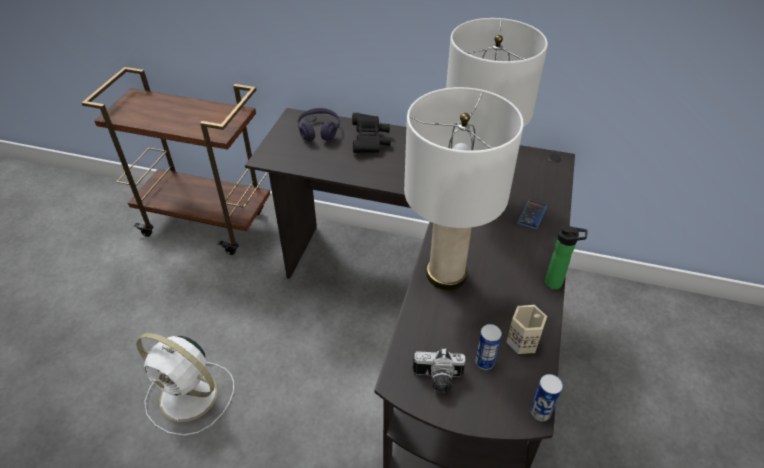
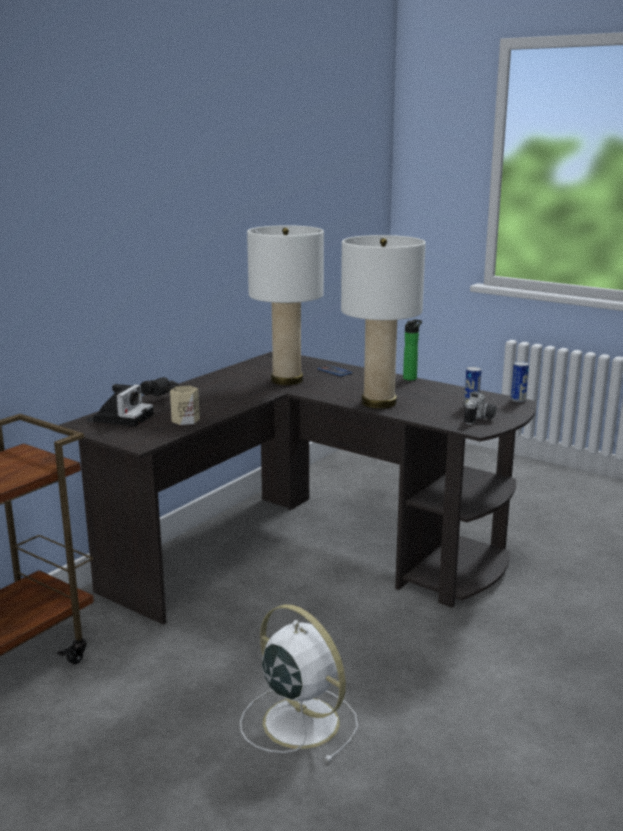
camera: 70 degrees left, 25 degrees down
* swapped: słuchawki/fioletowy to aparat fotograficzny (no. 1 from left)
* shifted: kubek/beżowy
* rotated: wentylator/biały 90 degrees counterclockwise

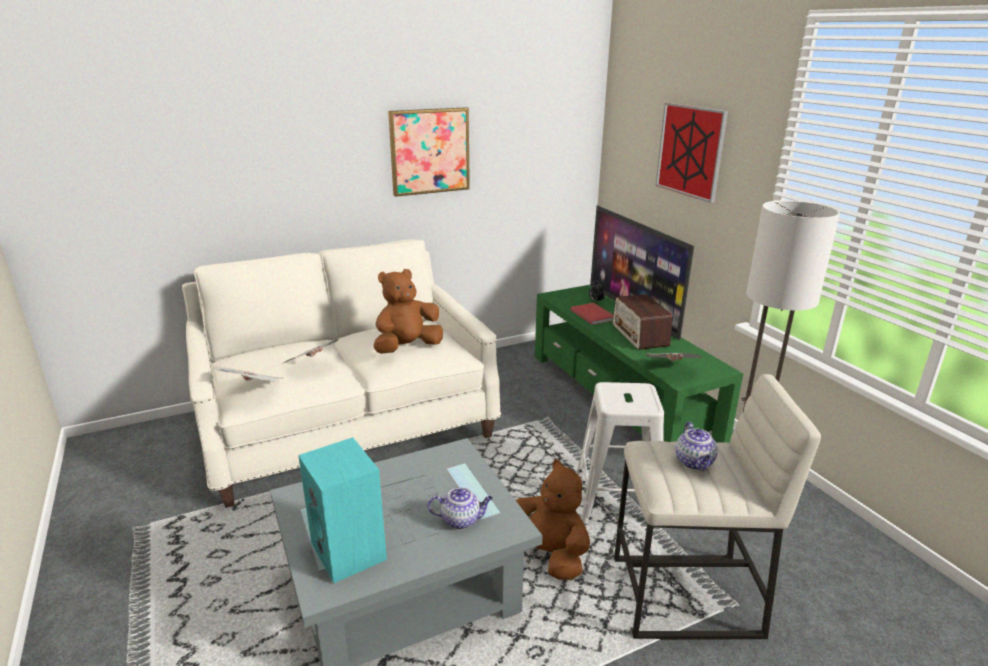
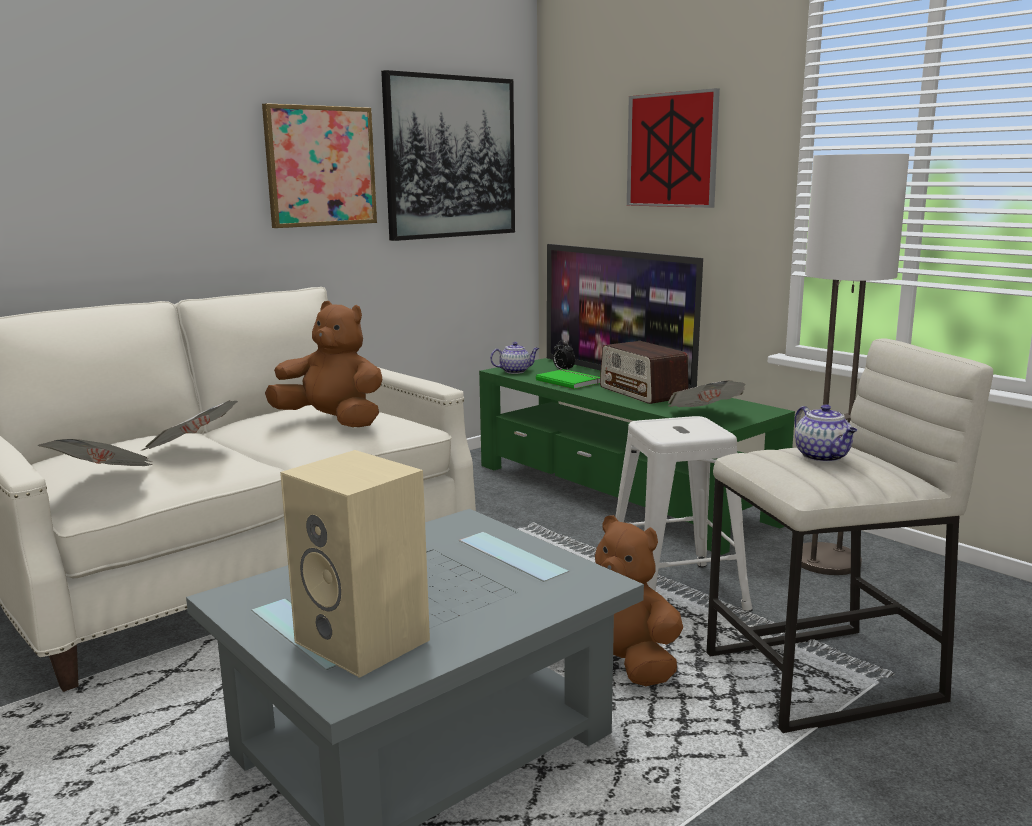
camera: 15 degrees left, 10 degrees down
* rotated: pluszak/brązowy (no. 1 from left) 75 degrees clockwise
* repainted: głośnik/turkusowy to głośnik/beżowy
* new: obraz (no. 2 from left)
* shifted: imbryk (no. 1 from left)
* repainted: książka/czerwony to książka/zielony

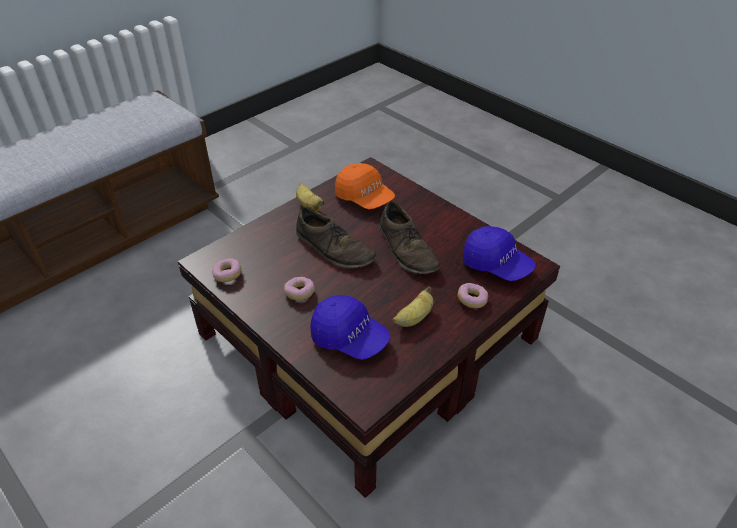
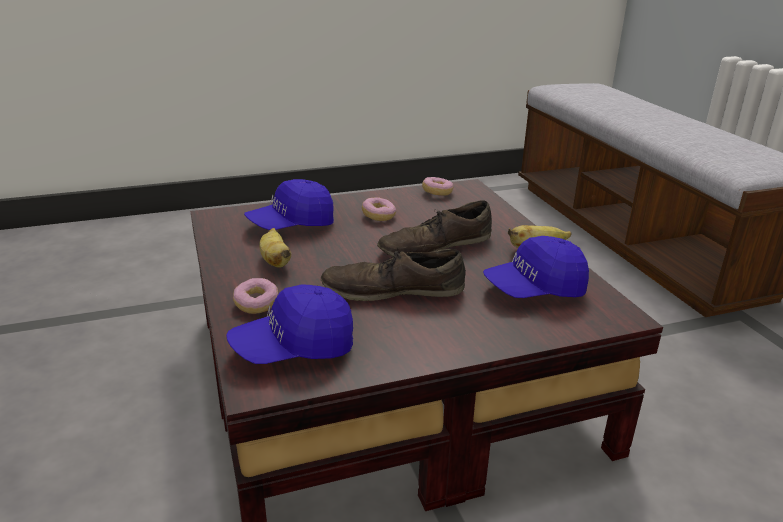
camera: 115 degrees right, 15 degrees down
* repainted: czapka z daszkiem/pomarańczowy to czapka z daszkiem/niebieski (no. 3 from left)

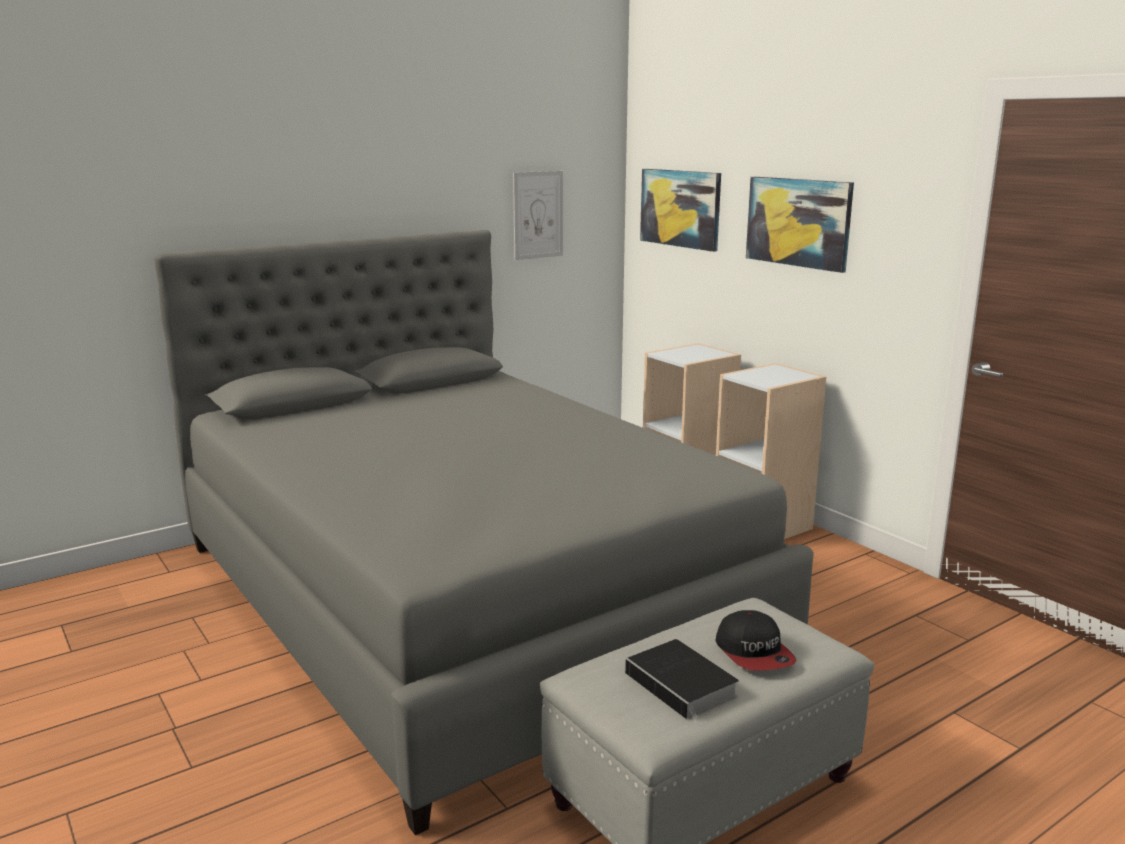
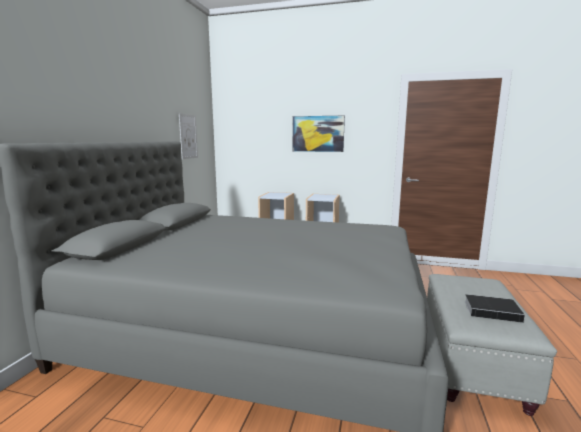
camera: 40 degrees left, 5 degrees down
* gone: obraz (no. 2 from left)
* gone: czapka z daszkiem

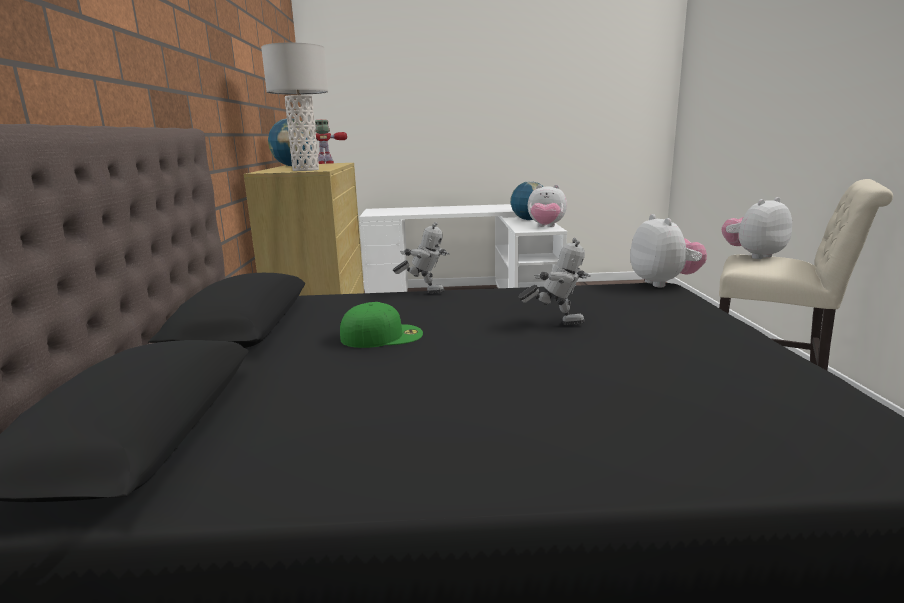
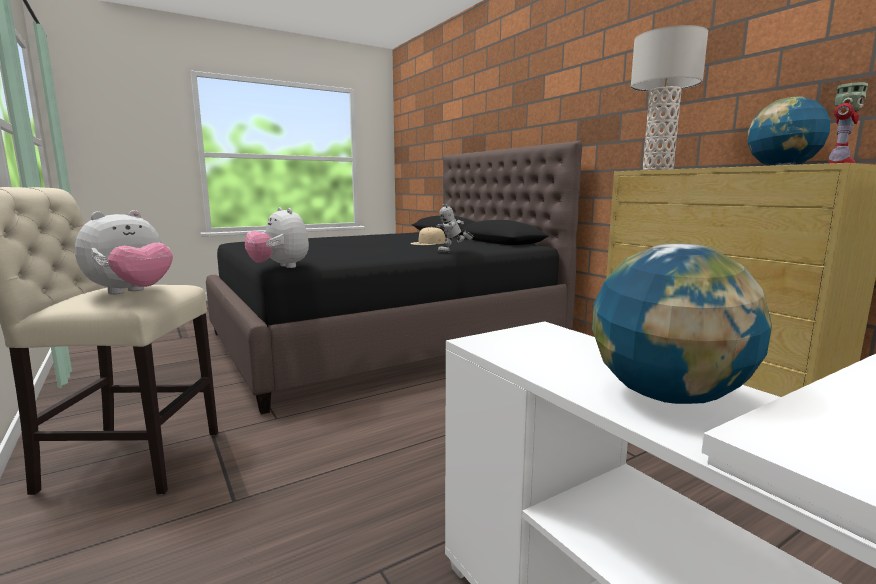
camera: 150 degrees right, 5 degrees down
* repainted: czapka z daszkiem/zielony to czapka z daszkiem/beżowy
* gone: robot zabawkowy (no. 3 from left)
* gone: pluszak (no. 1 from left)

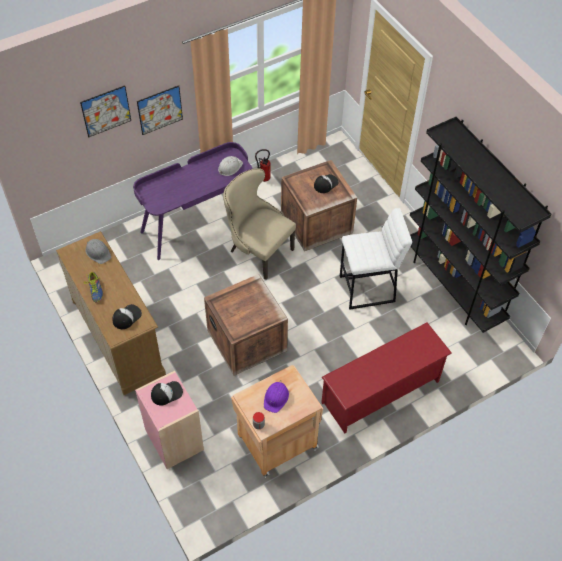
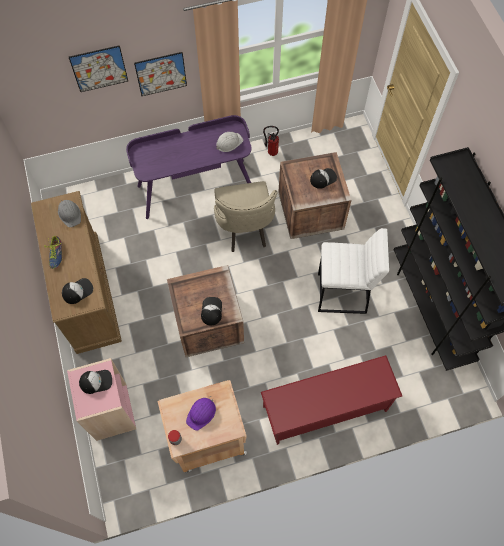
camera: 15 degrees right, 10 degrees up
* new: czapka z daszkiem (no. 3 from left)
* rotated: krzesło/beżowy 150 degrees counterclockwise

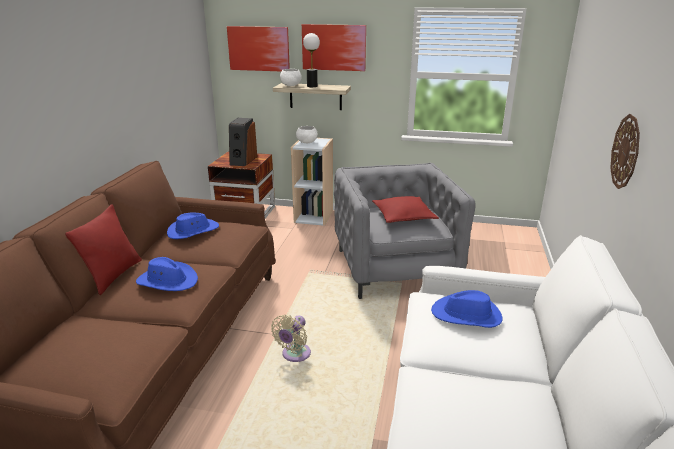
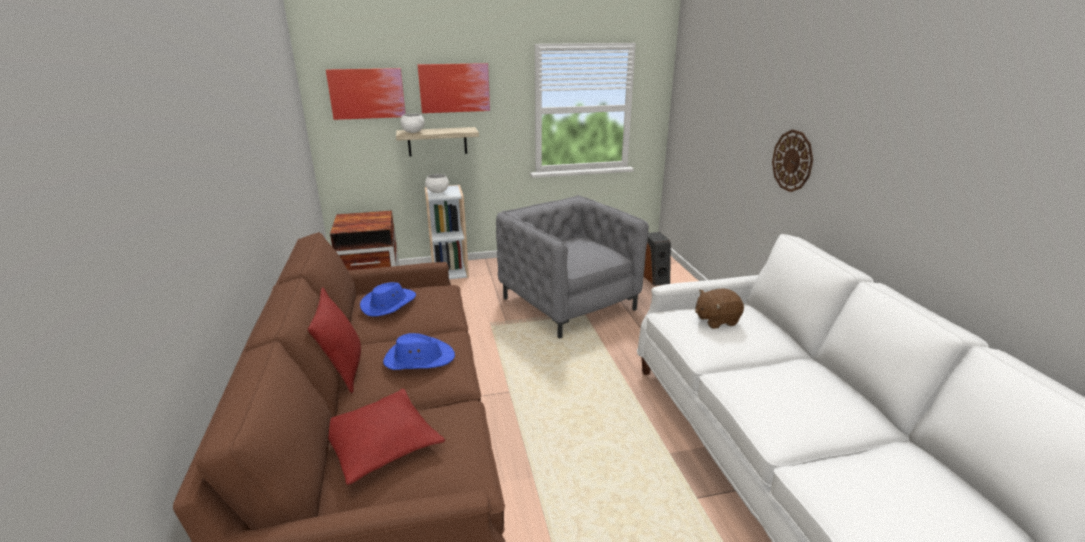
camera: 25 degrees left, 0 degrees up
* shifted: poduszka/czerwony (no. 2 from left)
* shifted: głośnik
* swapped: kapelusz/niebieski (no. 3 from left) to pluszak/brązowy
* gone: wentylator/beżowy
* gone: lampa stołowa

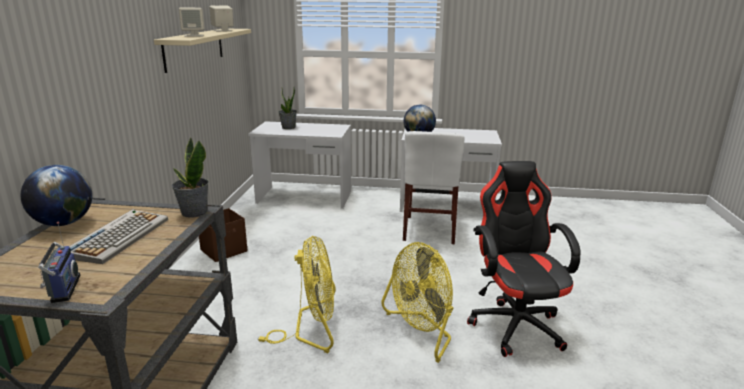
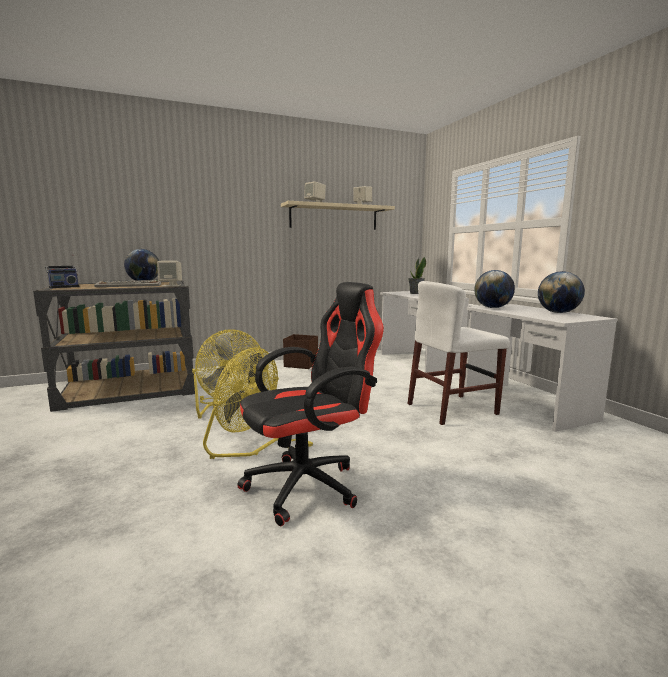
camera: 60 degrees right, 10 degrees down
* swapped: roślina doniczkowa (no. 1 from left) to głośnik/beżowy (no. 1 from left)
* new: globus (no. 3 from left)

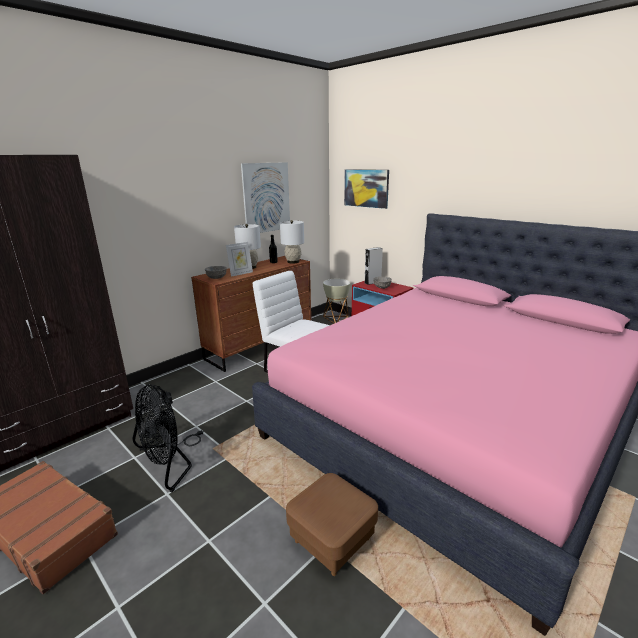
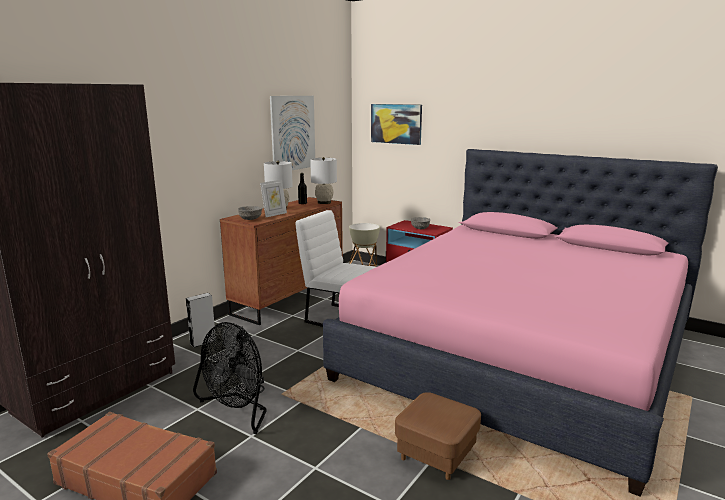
camera: 10 degrees left, 5 degrees down
* shifted: głośnik/szary

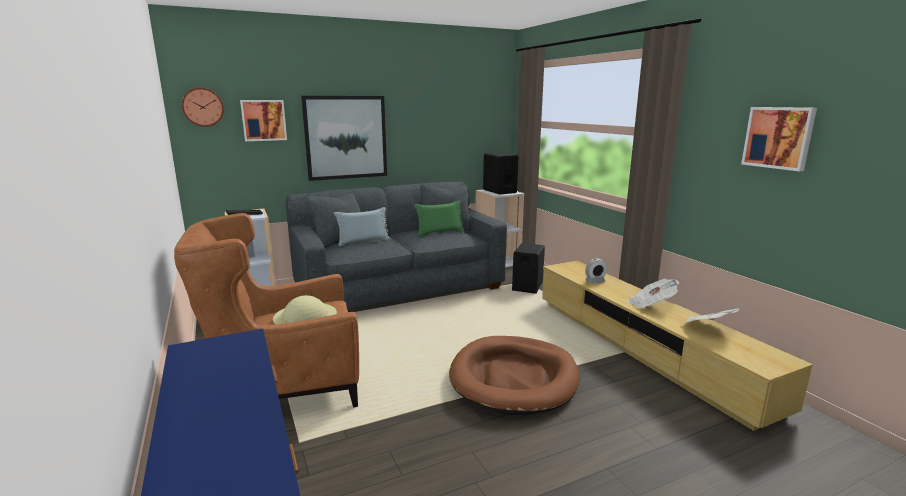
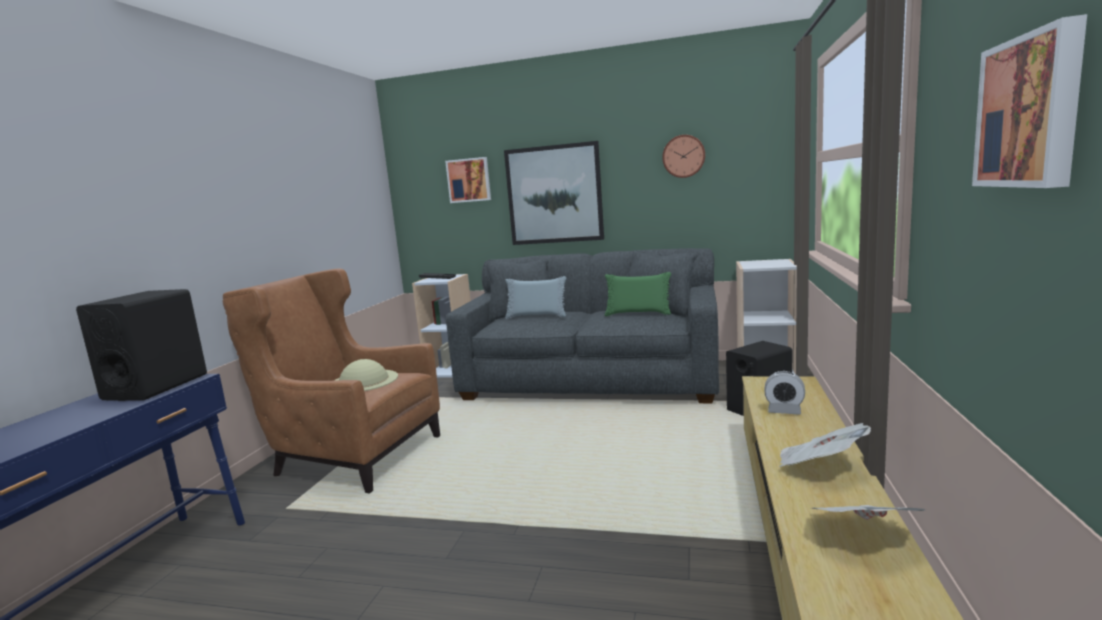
camera: 40 degrees right, 5 degrees down
* shifted: głośnik/czarny (no. 1 from left)
* shifted: zegar ścienny
* gone: legowisko/brązowy

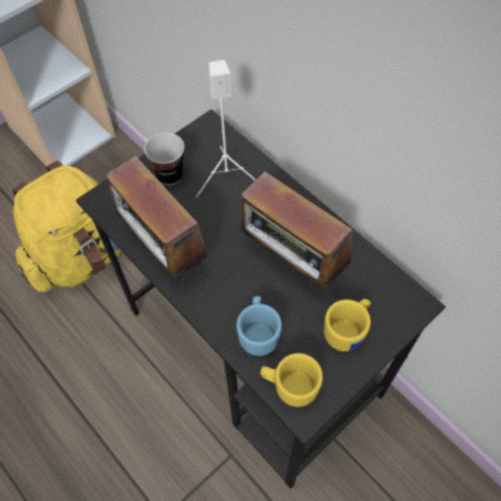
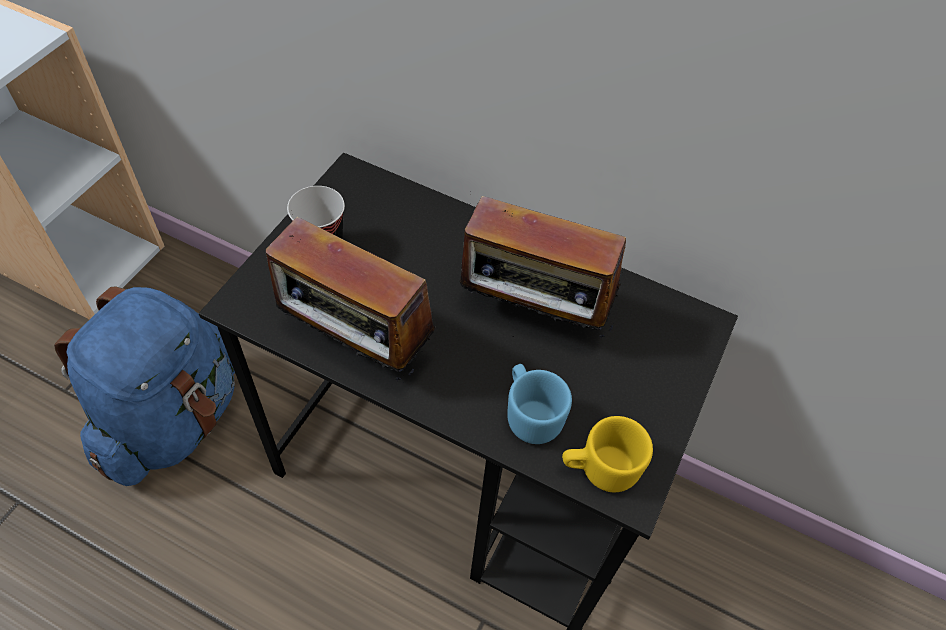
camera: 25 degrees left, 5 degrees down
* repainted: plecak/żółty to plecak/niebieski
* gone: głośnik/biały
* gone: kubek/żółty (no. 2 from left)

